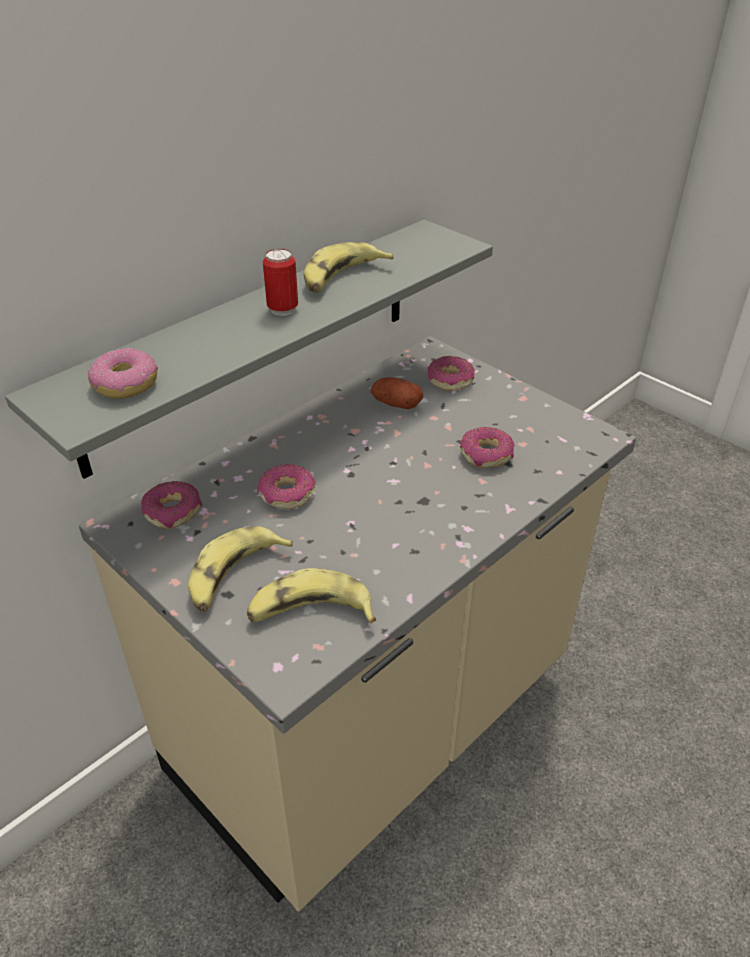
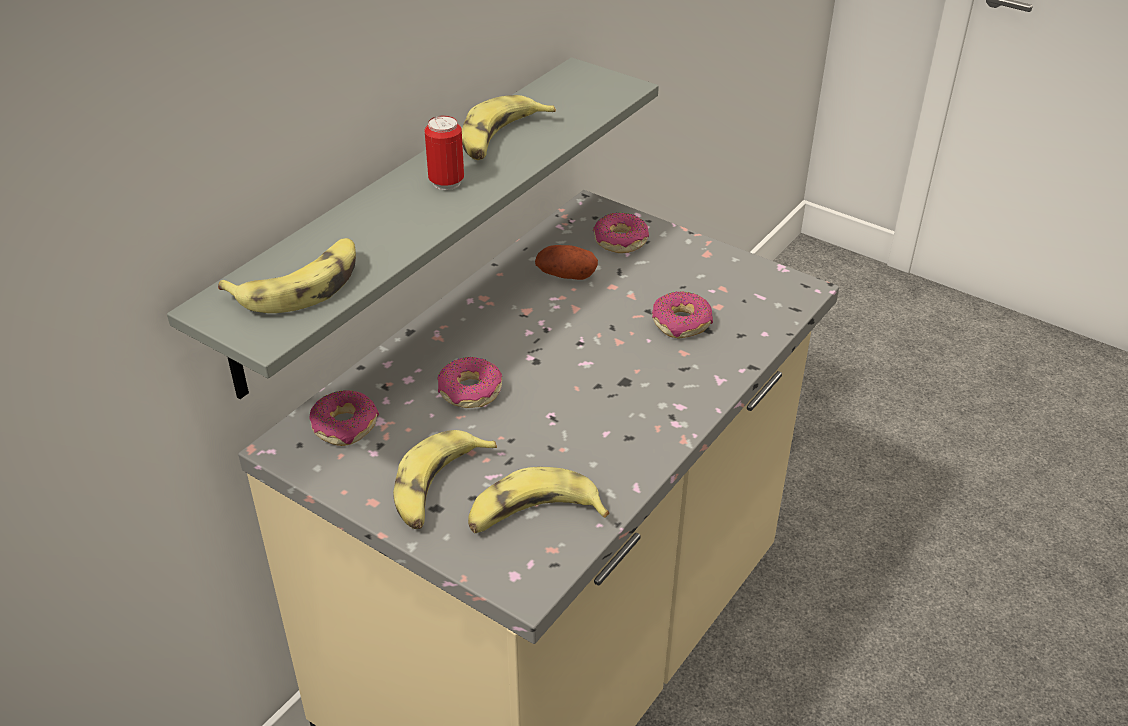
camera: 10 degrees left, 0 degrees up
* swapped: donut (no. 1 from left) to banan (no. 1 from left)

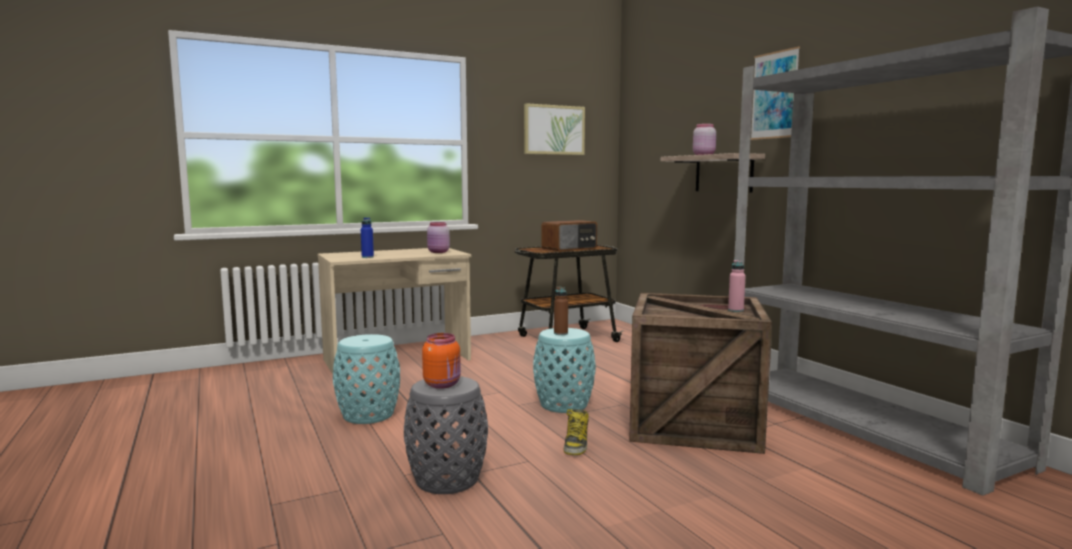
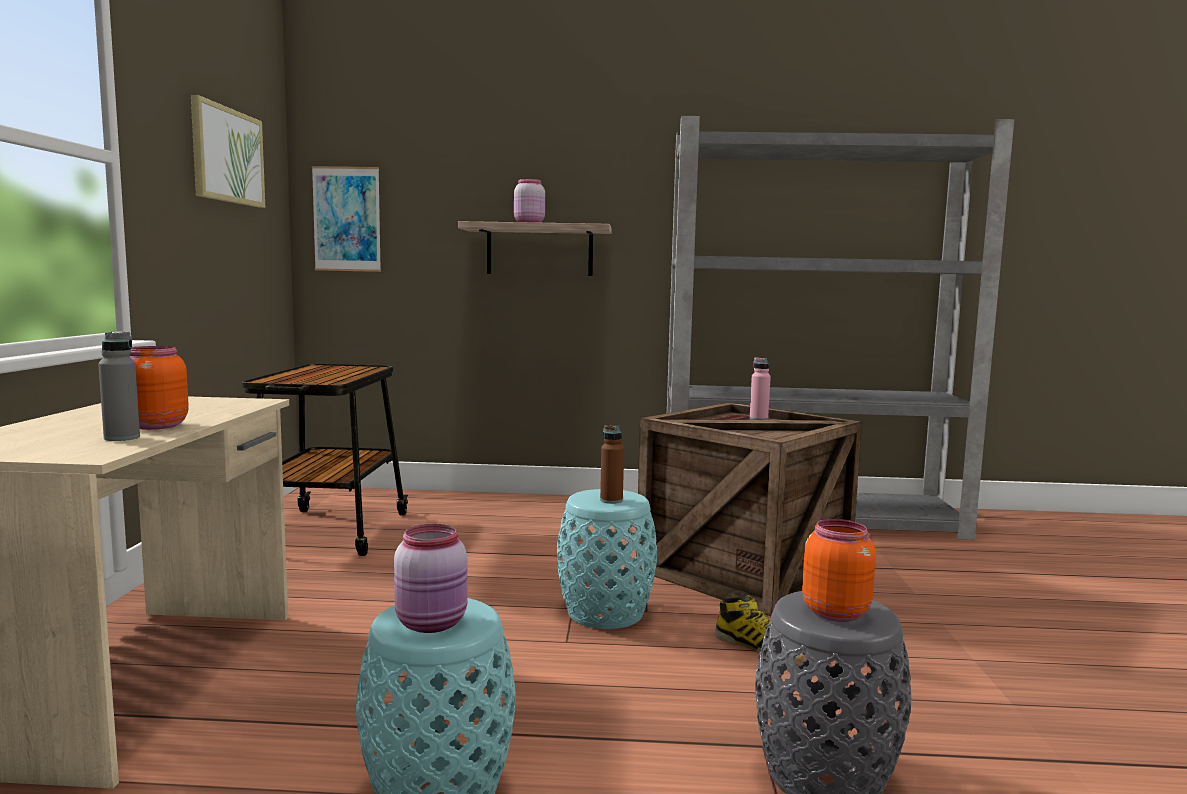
camera: 60 degrees left, 0 degrees up
* repainted: butelka/niebieski to butelka/szary
* new: słoik/pomarańczowy (no. 1 from left)
* shifted: obraz (no. 2 from left)
* shifted: słoik/różowy (no. 1 from left)
* gone: radio

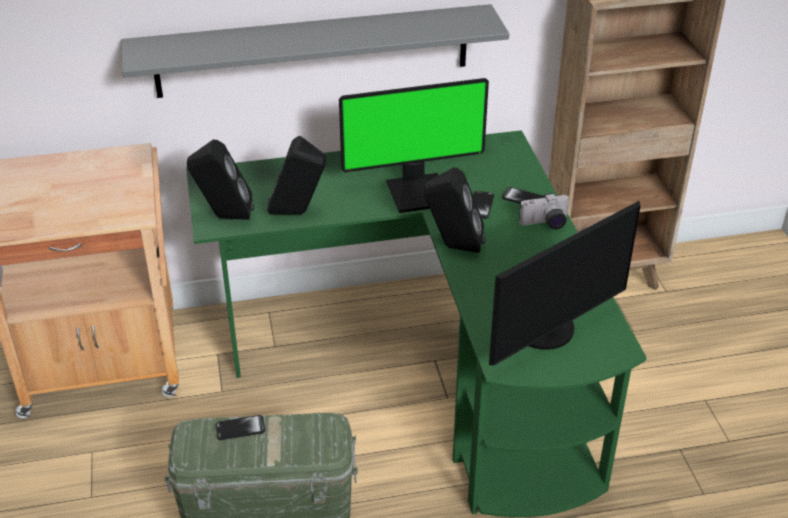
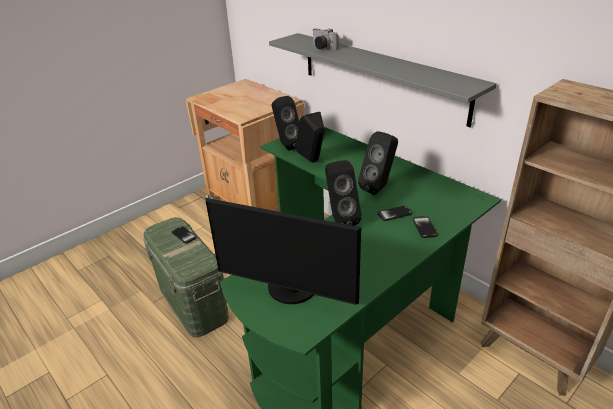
camera: 60 degrees right, 5 degrees down
* shifted: aparat fotograficzny
* swapped: monitor (no. 1 from left) to głośnik/czarny (no. 4 from left)

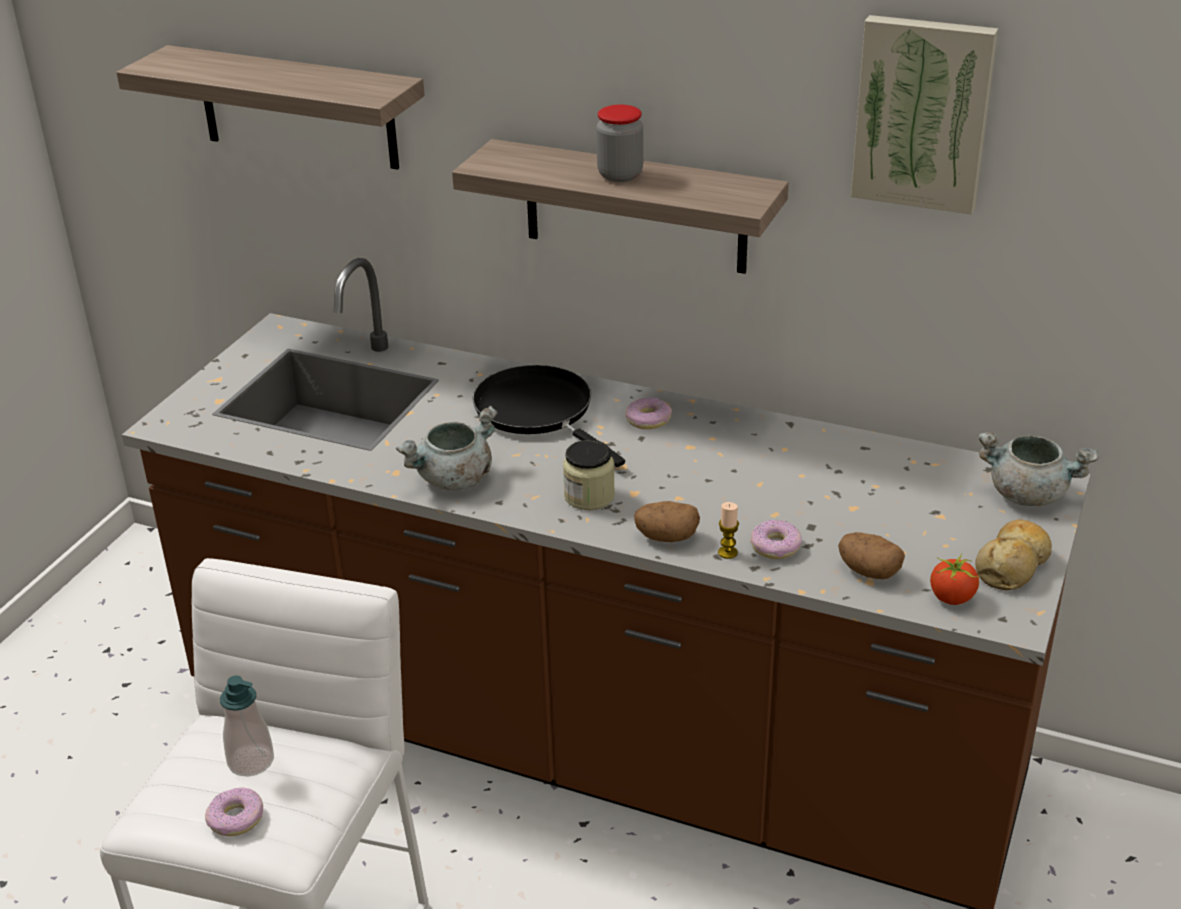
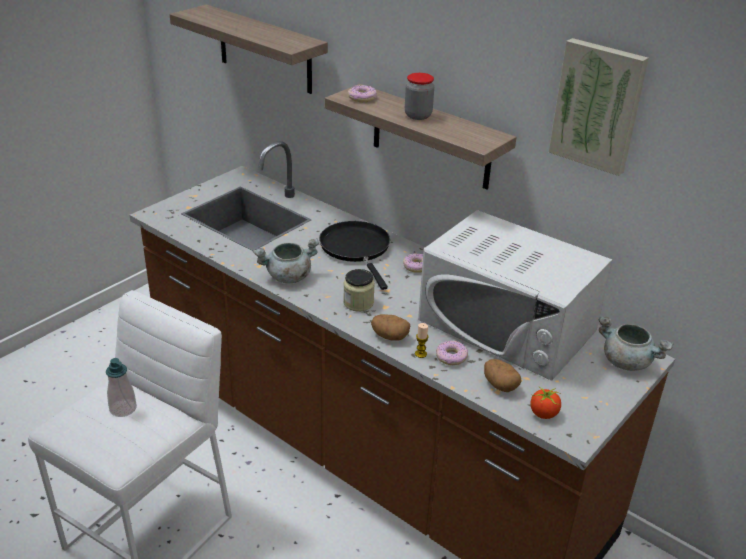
camera: 15 degrees right, 0 degrees up
* shifted: donut (no. 1 from left)
* new: mikrofalówka/biały
* gone: chleb

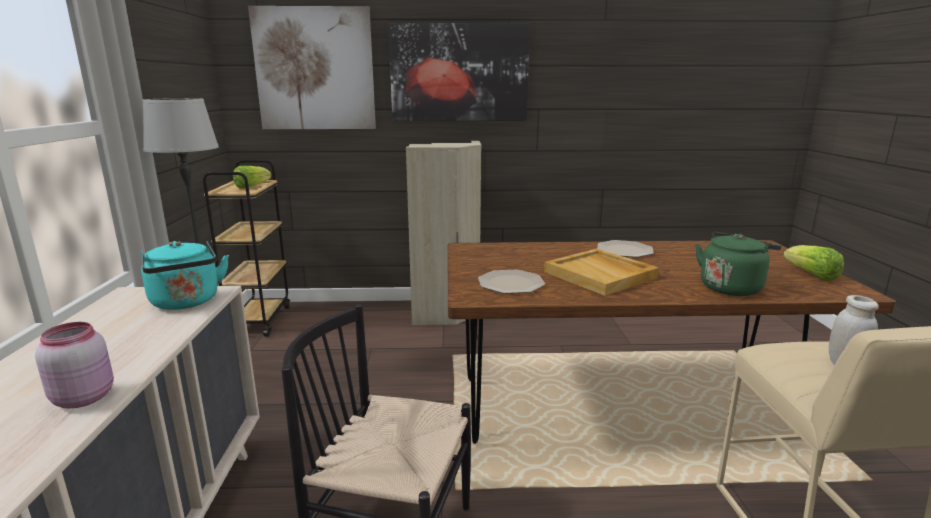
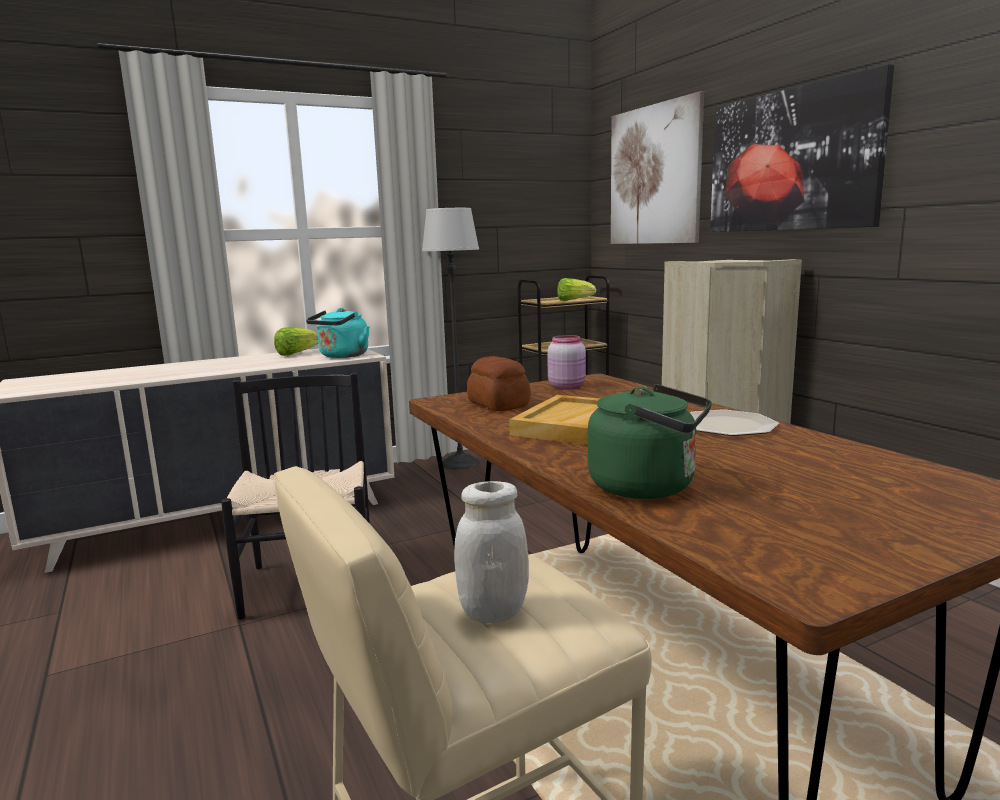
camera: 65 degrees right, 5 degrees down
* shifted: sałata (no. 2 from left in the first image) to sałata (no. 1 from left)
* swapped: talerz (no. 1 from left) to chleb
* shifted: słoik/różowy

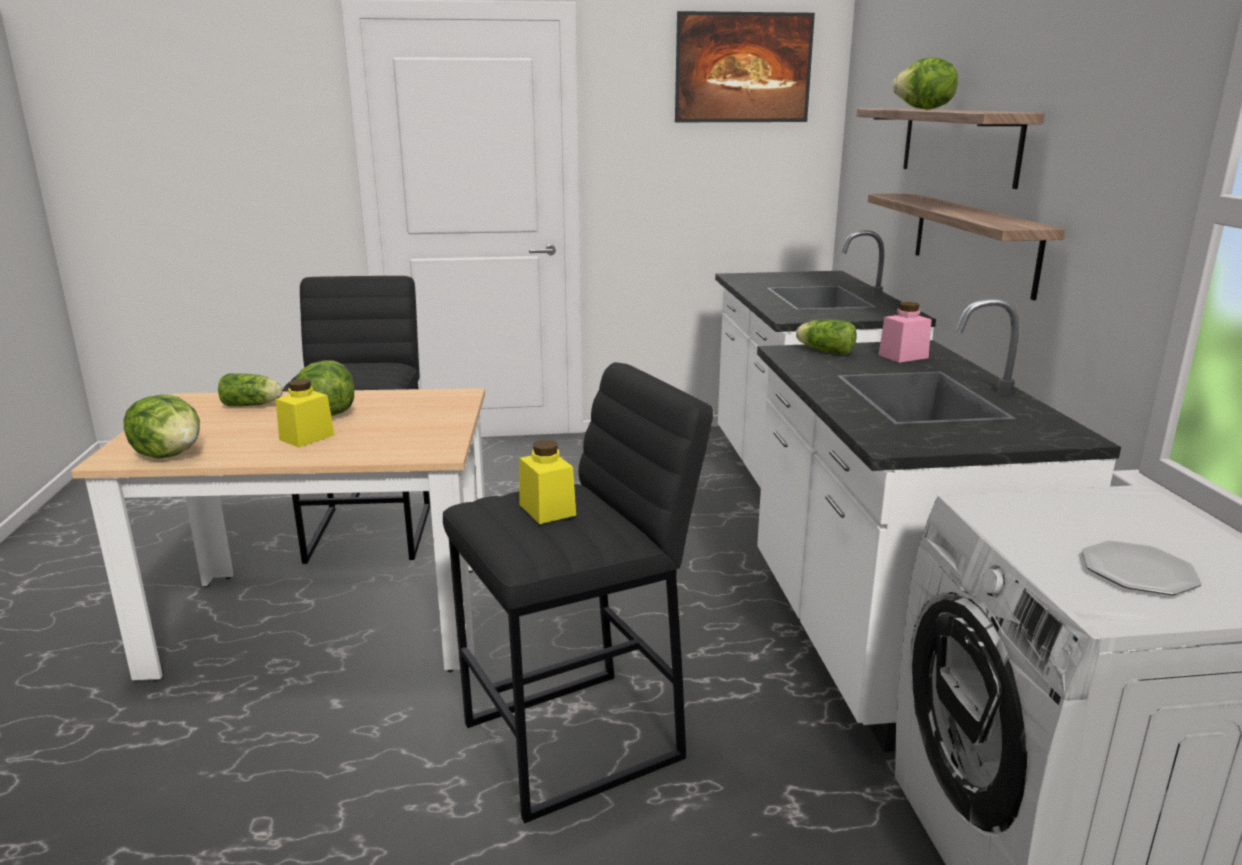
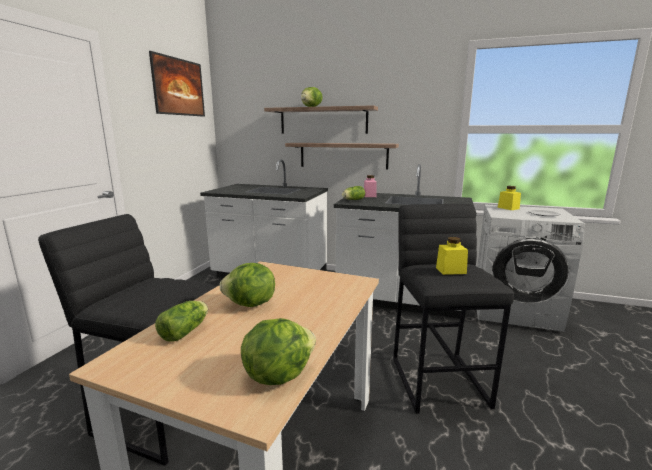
camera: 65 degrees left, 5 degrees down
* shifted: słoik/żółty (no. 1 from left in the first image) to słoik/żółty (no. 2 from left)

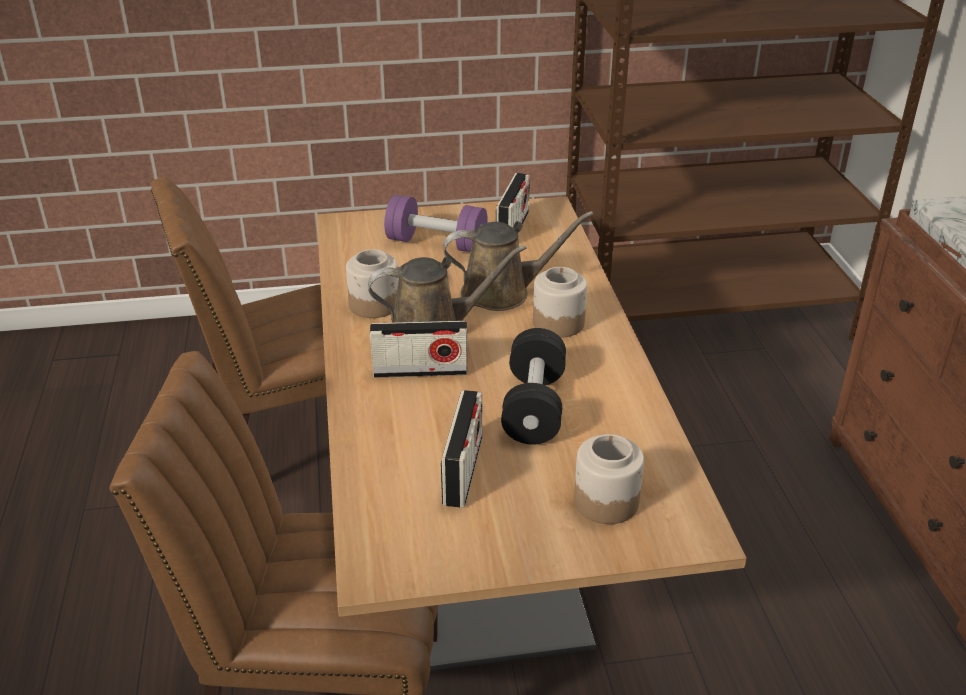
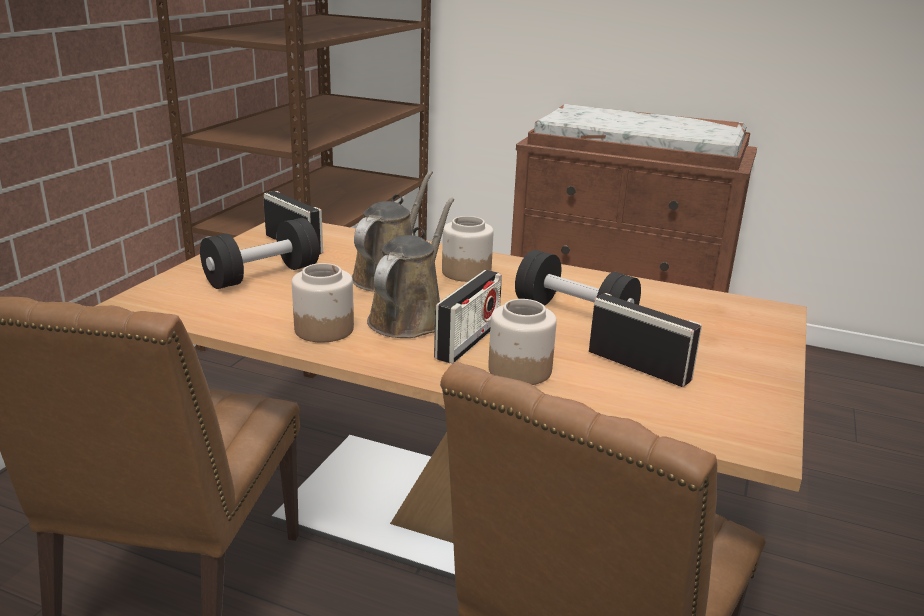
camera: 60 degrees left, 10 degrees down
* repainted: hantel/fioletowy to hantel/czarny (no. 1 from left)
* shifted: słoik (no. 3 from left)

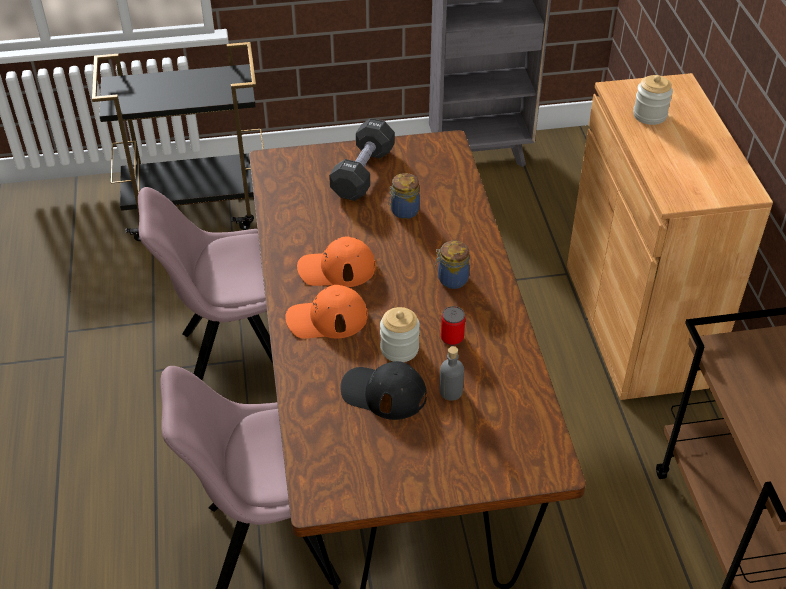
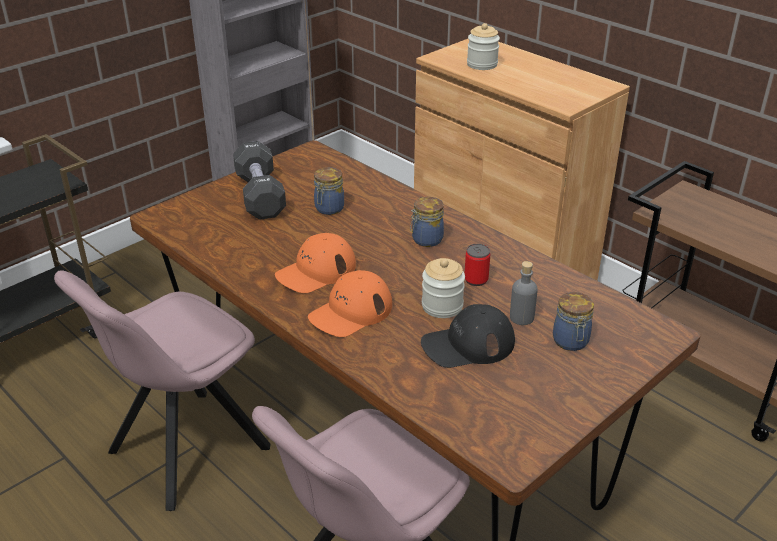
camera: 35 degrees left, 10 degrees down
* new: słoik (no. 5 from left)

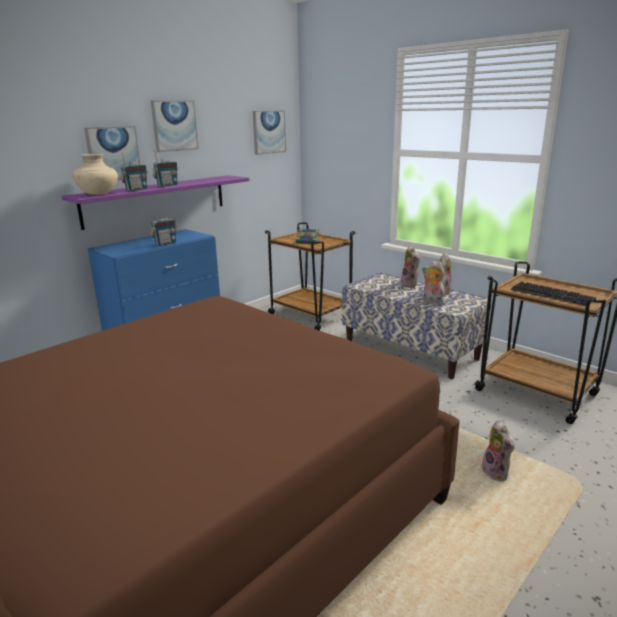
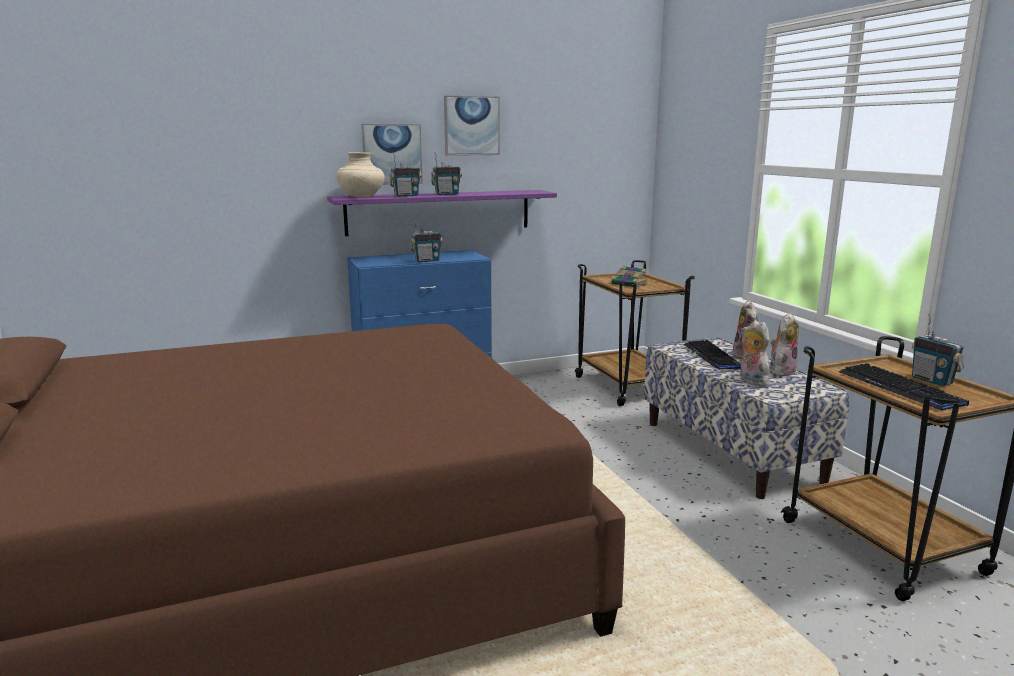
camera: 25 degrees right, 5 degrees down
* new: klawiatura (no. 1 from left)
* new: radio (no. 4 from left)
* gone: obraz (no. 3 from left)
* gone: pluszak (no. 4 from left)

